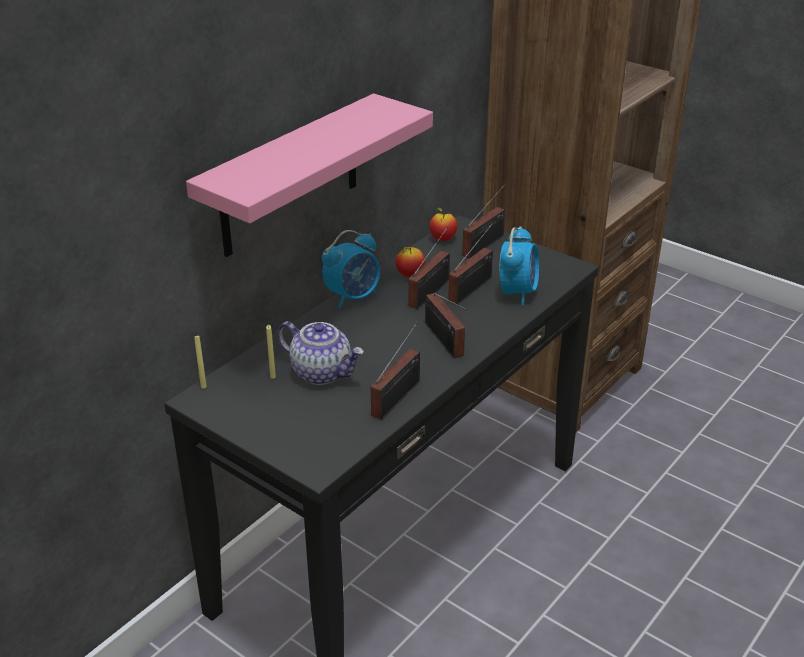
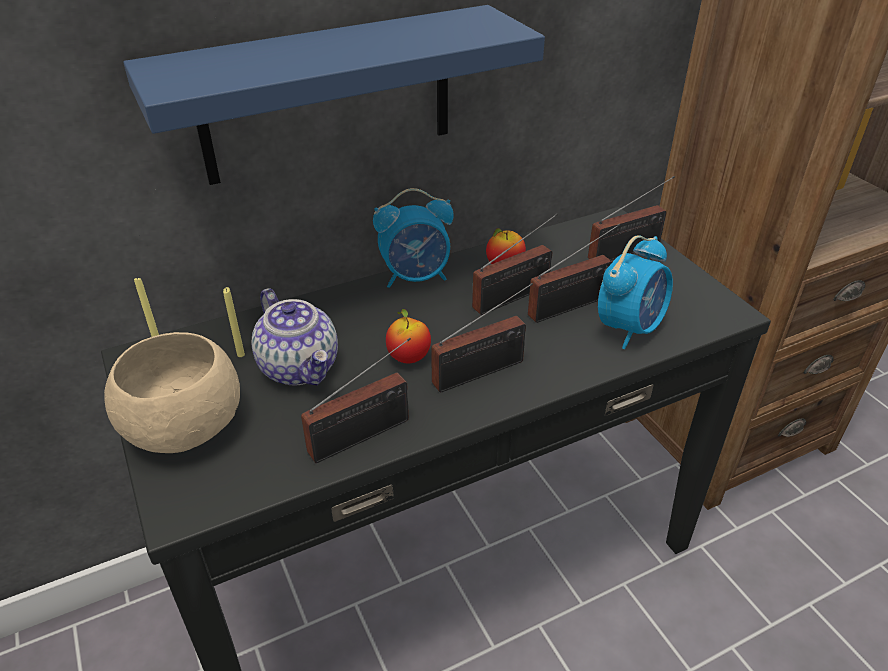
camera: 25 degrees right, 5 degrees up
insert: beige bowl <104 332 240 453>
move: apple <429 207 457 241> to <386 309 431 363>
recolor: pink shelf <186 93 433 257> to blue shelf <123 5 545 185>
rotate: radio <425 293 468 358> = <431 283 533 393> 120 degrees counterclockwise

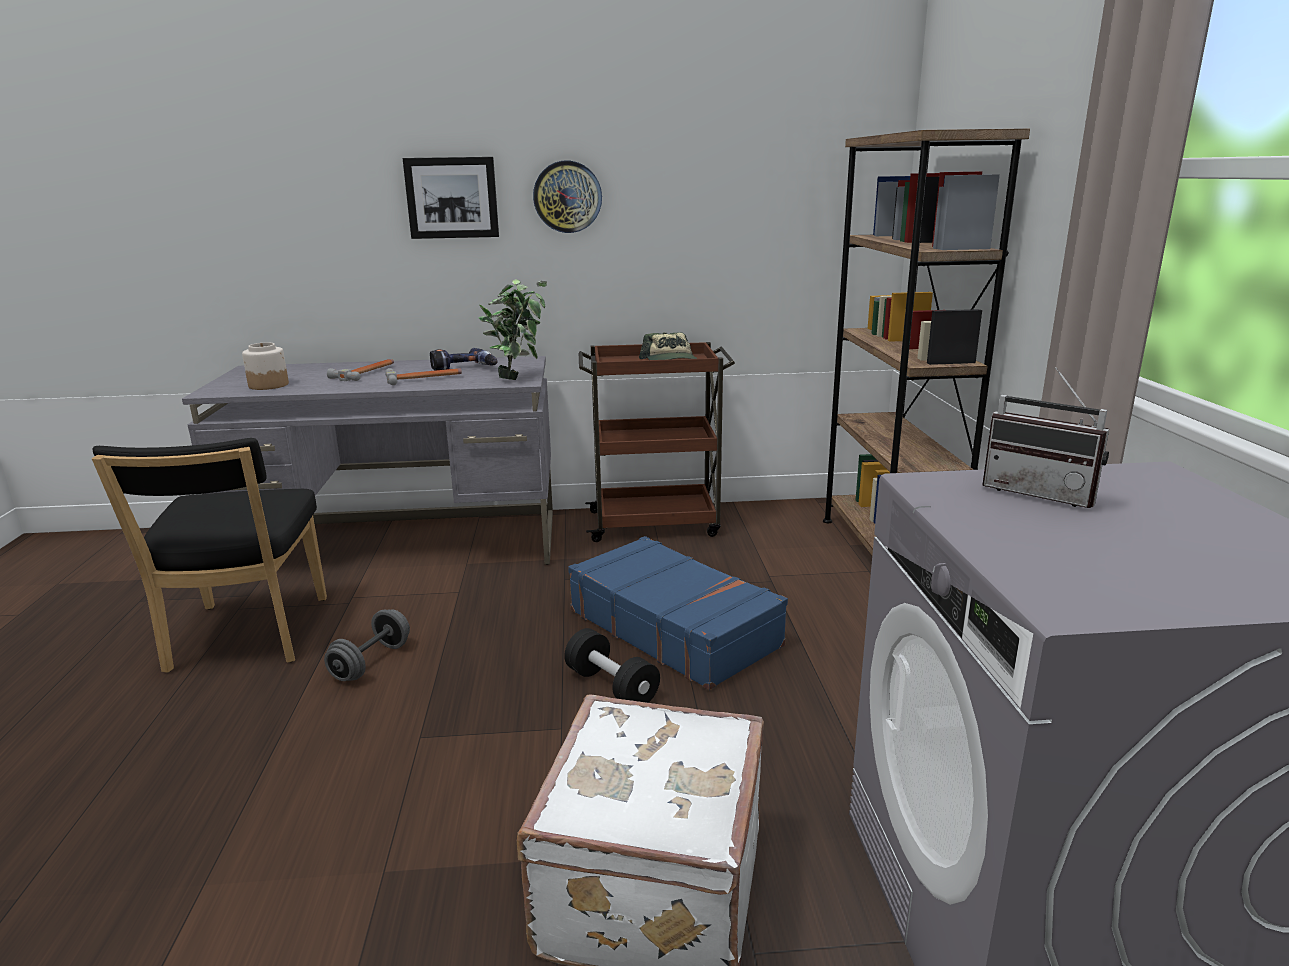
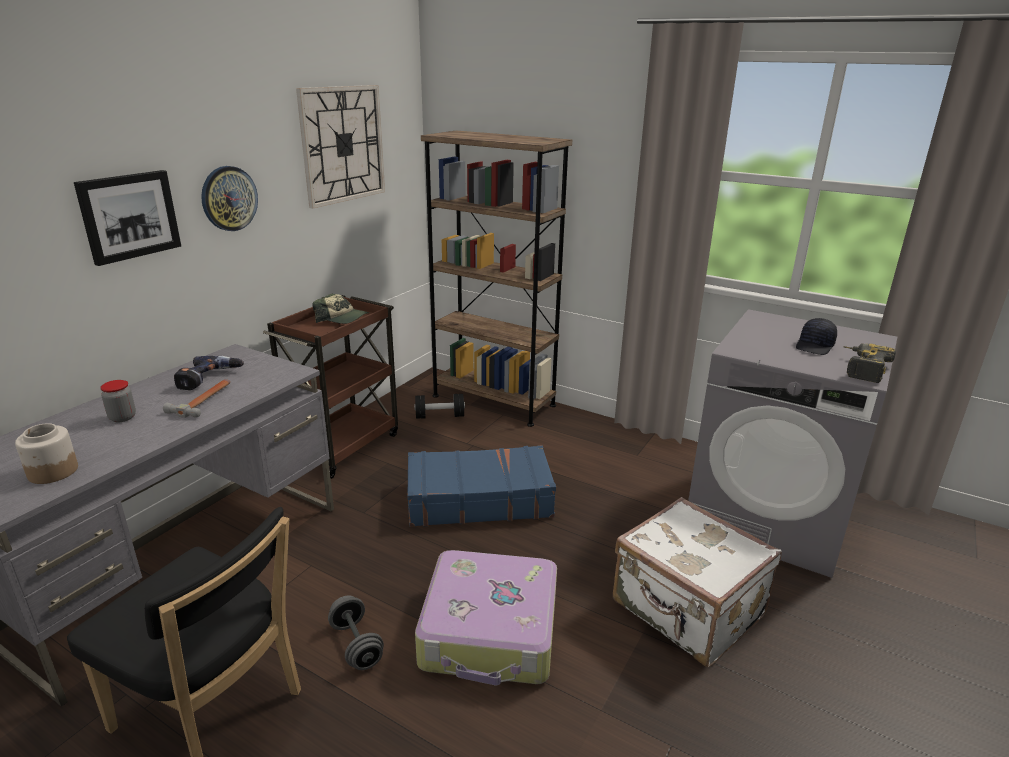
camera: 55 degrees left, 5 degrees up
delete: potted plant <479 280 547 380>; radio <982 367 1109 508>
insert: wall clock <296 85 385 209>; black cap <796 318 837 355>; power drill <843 343 896 383>; suitcase <415 550 557 685>
move: black dumbbell <564 628 660 703> to <414 394 465 419>
replace: hammer <327 359 394 381> to jar <100 380 136 422>

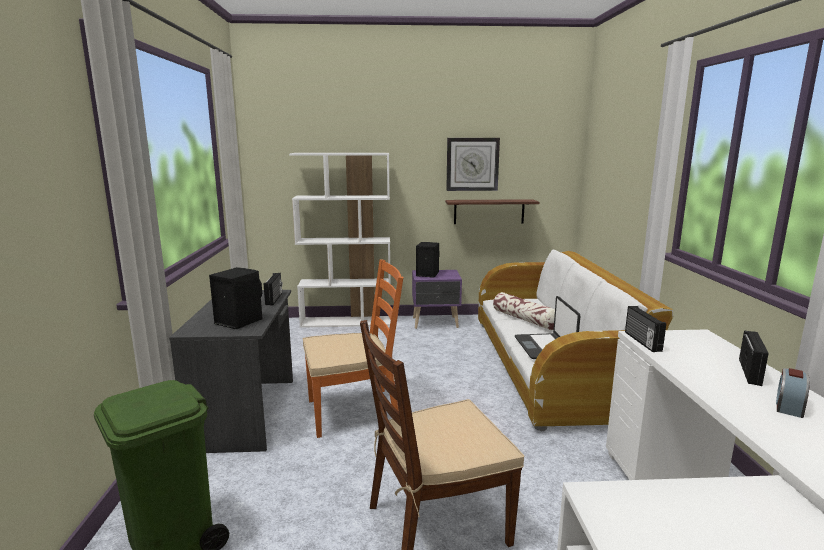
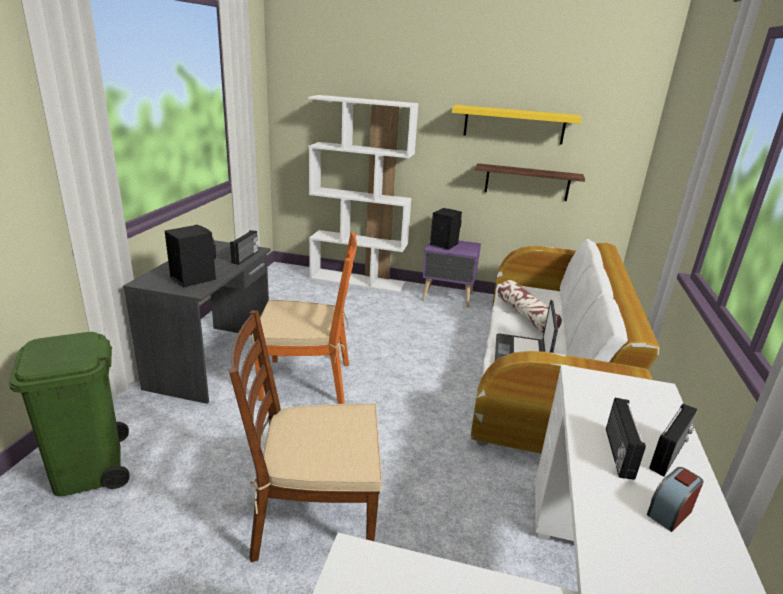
camera: 15 degrees right, 10 degrees up
move: radio <625 306 666 352> to <606 398 646 480>
replace: wall clock <446 138 500 191> to yellow shelf <452 105 582 145>

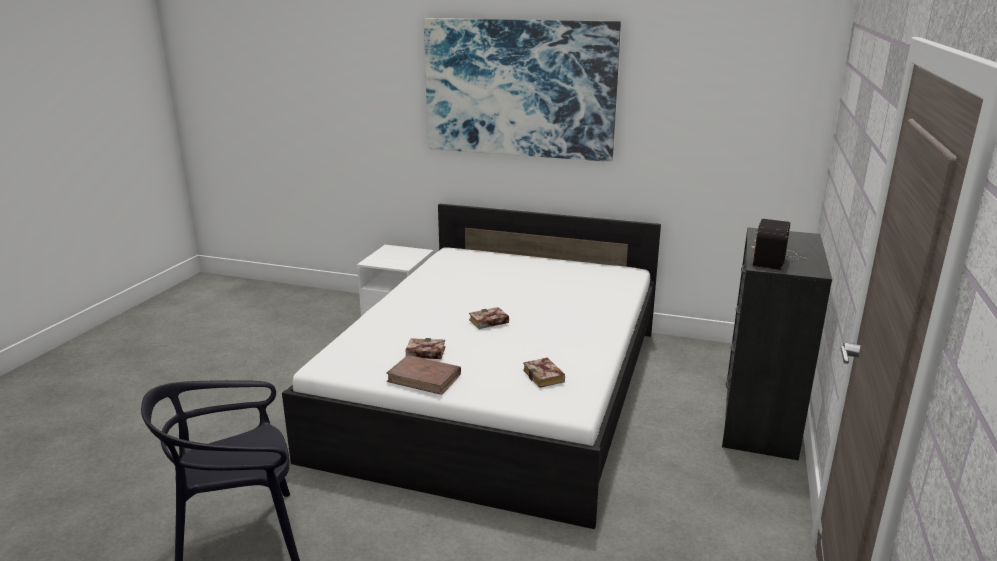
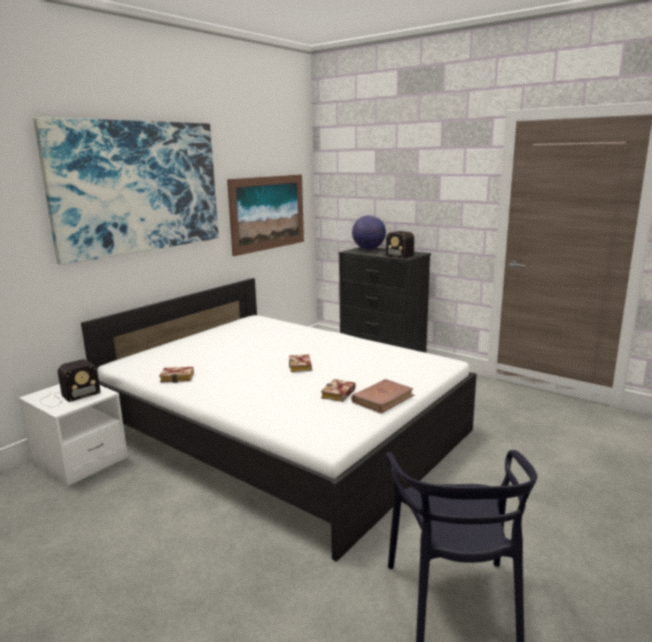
camera: 70 degrees left, 5 degrees down
insert: picture <227 175 304 256>; globe <352 215 386 249>; radio <40 359 101 407>
move: book <523 357 565 388> to <159 367 194 383>

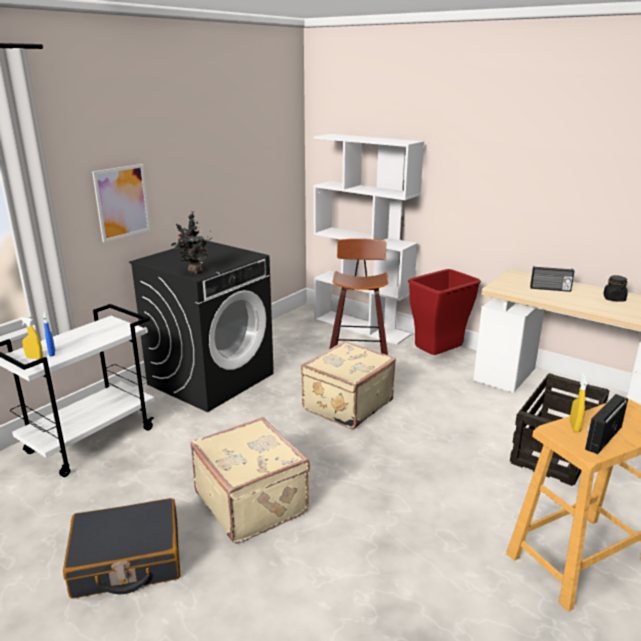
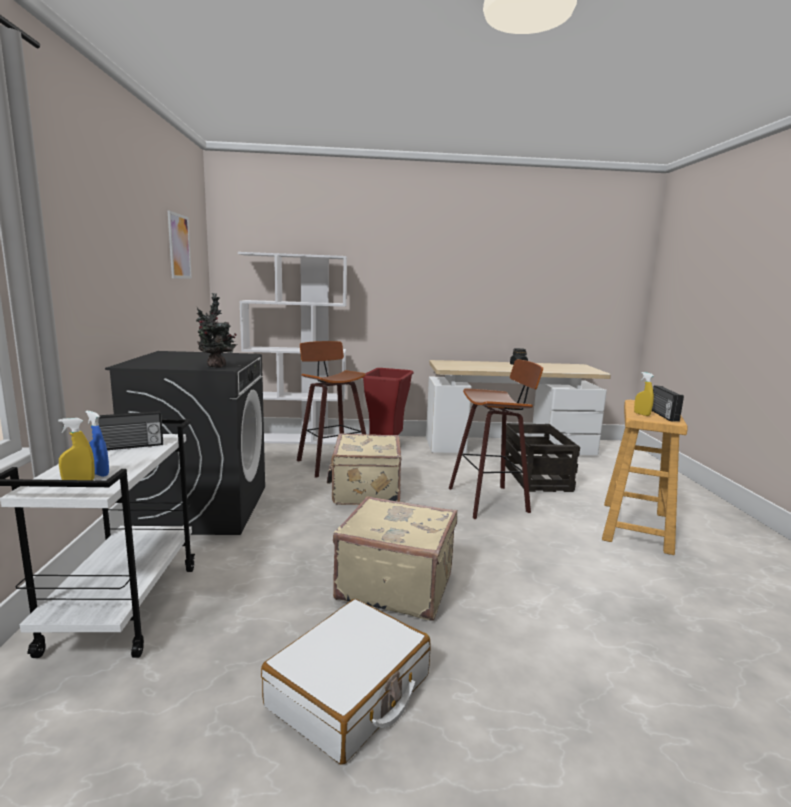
camera: 40 degrees left, 10 degrees down
insert: stool <449 359 543 519>
move: picture <92 164 150 242> to <168 211 192 279>; radio <530 266 575 292> to <98 411 163 450>
recolor: black suitcase <63 498 181 598> to white suitcase <261 599 431 765>

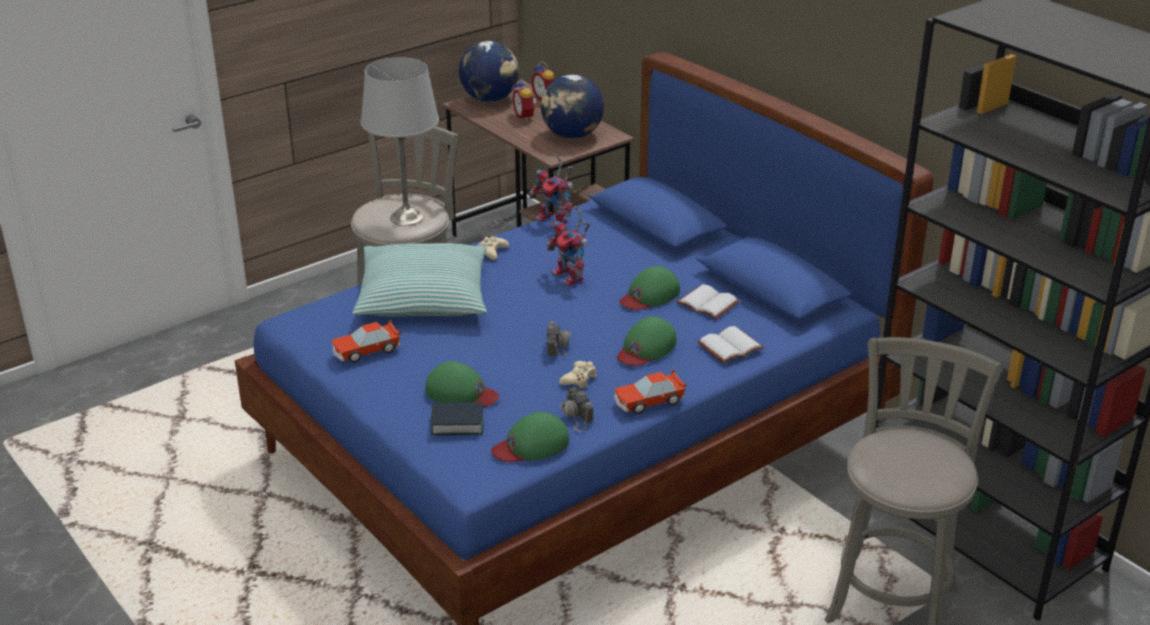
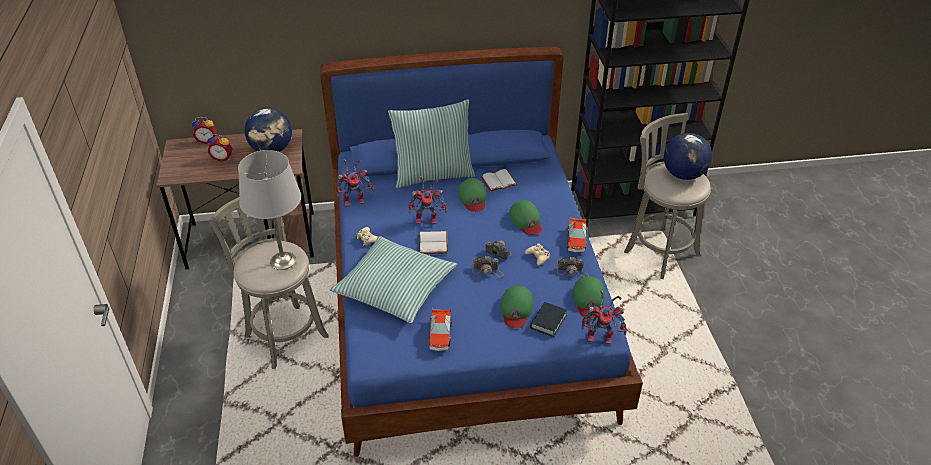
camera: 60 degrees left, 10 degrees up
insert: pillow <388 99 475 188>; photo camera <472 256 504 277>; toy robot <582 290 627 344>
move: globe <459 41 519 102> to <664 133 712 180>; white book <697 326 764 363> to <419 231 448 254>
rotate: green cap <425 361 499 407> = <501 286 533 328> 135 degrees clockwise

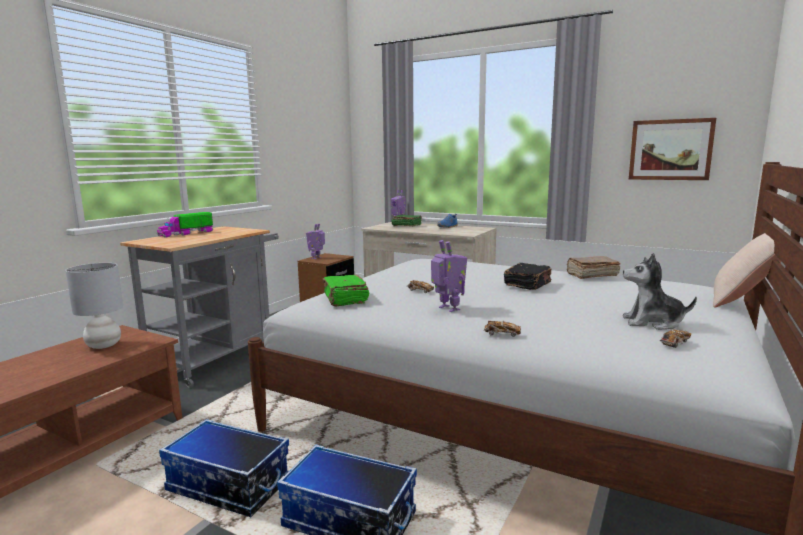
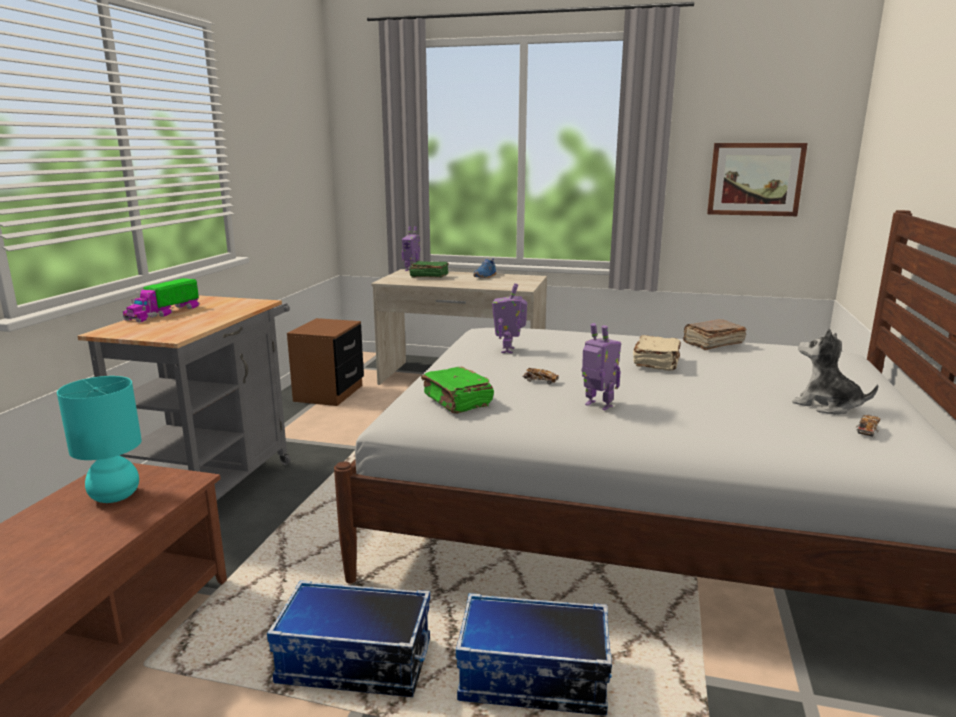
camera: 15 degrees left, 5 degrees up
delete: beige pillow <713 233 782 307>; toy car <484 321 521 337>
move: toy robot <306 223 325 259> to <492 283 527 353>
recolor: grey table lamp <65 263 123 349> to turquoise table lamp <57 376 142 503>; black book <504 263 551 290> to beige book <633 335 681 371>
rotate: plush toy <623 253 697 330> = <792 328 878 414> 45 degrees clockwise

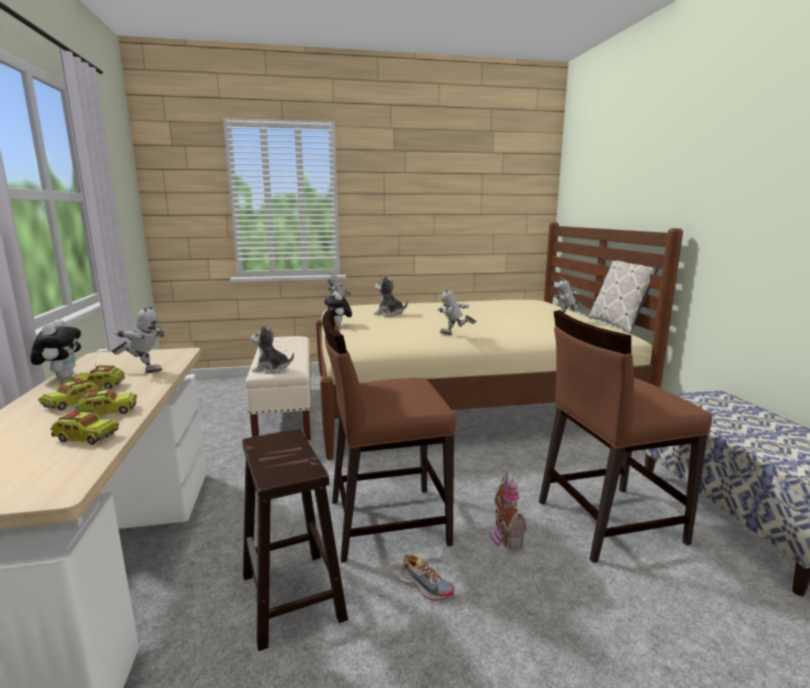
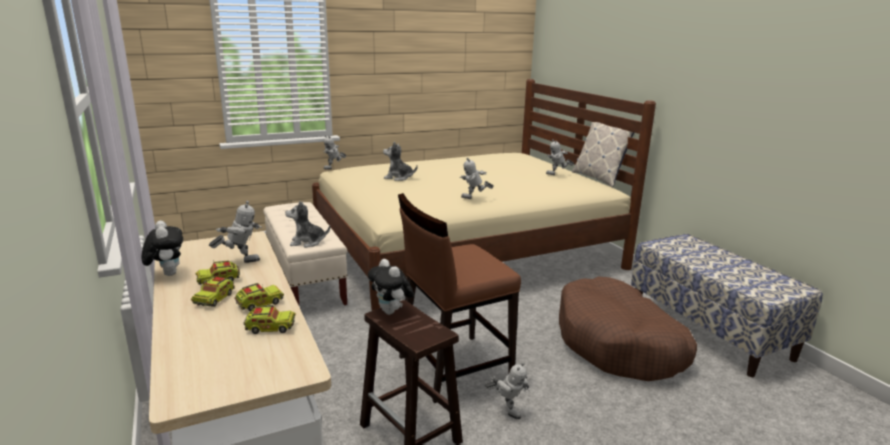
camera: 15 degrees left, 5 degrees up
delete: toy house <491 472 528 548>
move: plush toy <324 291 352 328> to <368 259 414 315>
replace: brown chair <539 310 712 563> to brown dog bed <559 277 697 381>; shoe <397 555 455 600> to toy robot <485 362 530 419>

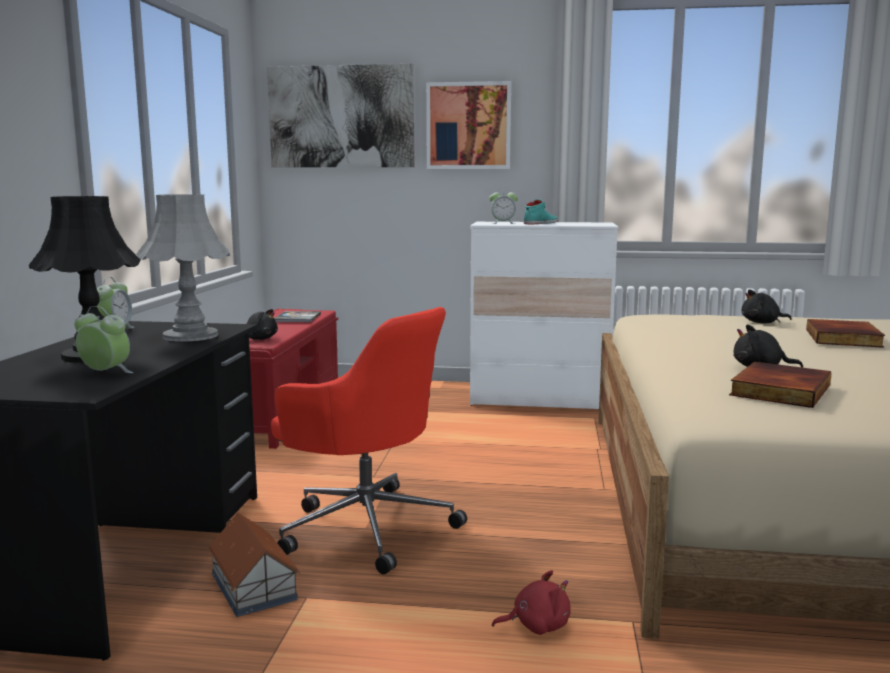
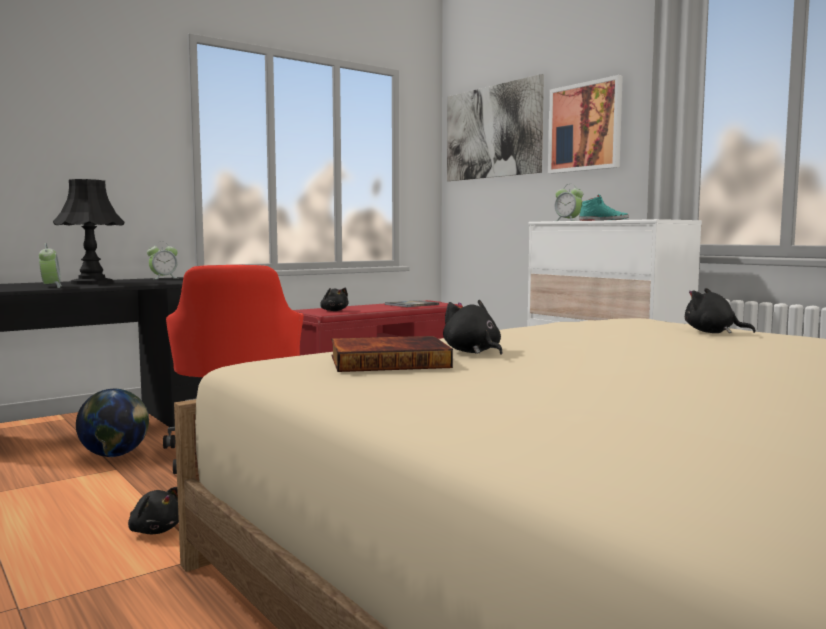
camera: 45 degrees right, 5 degrees down
delete: grey table lamp <136 194 230 342>; book <806 319 885 348>
replace: toy house <208 513 300 617> to globe <76 389 149 457>
recolor: red plush toy <492 570 571 635> to black plush toy <128 487 179 534>

